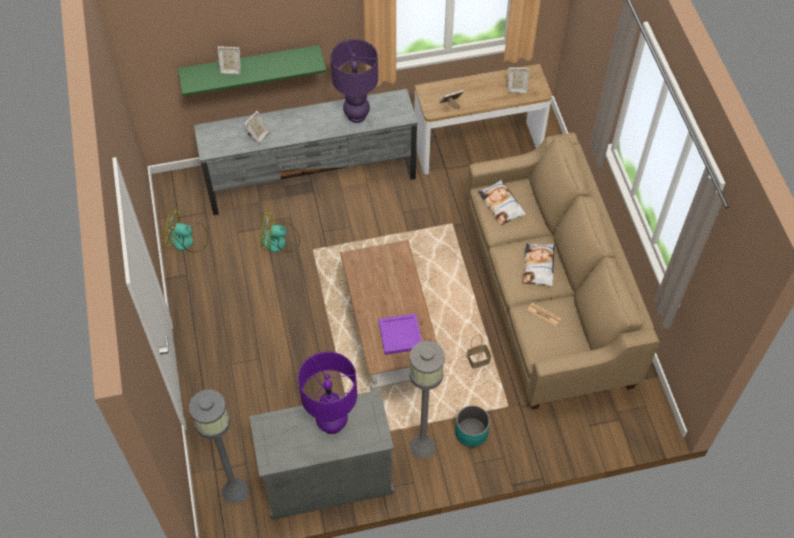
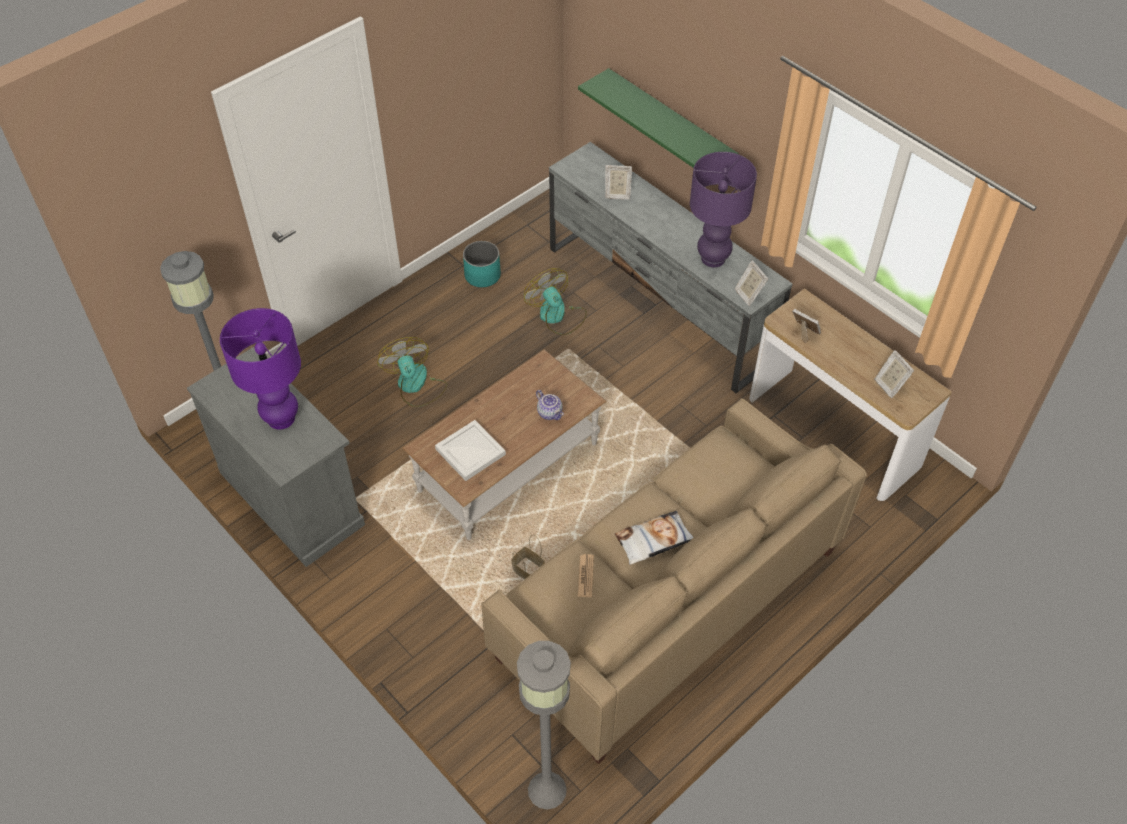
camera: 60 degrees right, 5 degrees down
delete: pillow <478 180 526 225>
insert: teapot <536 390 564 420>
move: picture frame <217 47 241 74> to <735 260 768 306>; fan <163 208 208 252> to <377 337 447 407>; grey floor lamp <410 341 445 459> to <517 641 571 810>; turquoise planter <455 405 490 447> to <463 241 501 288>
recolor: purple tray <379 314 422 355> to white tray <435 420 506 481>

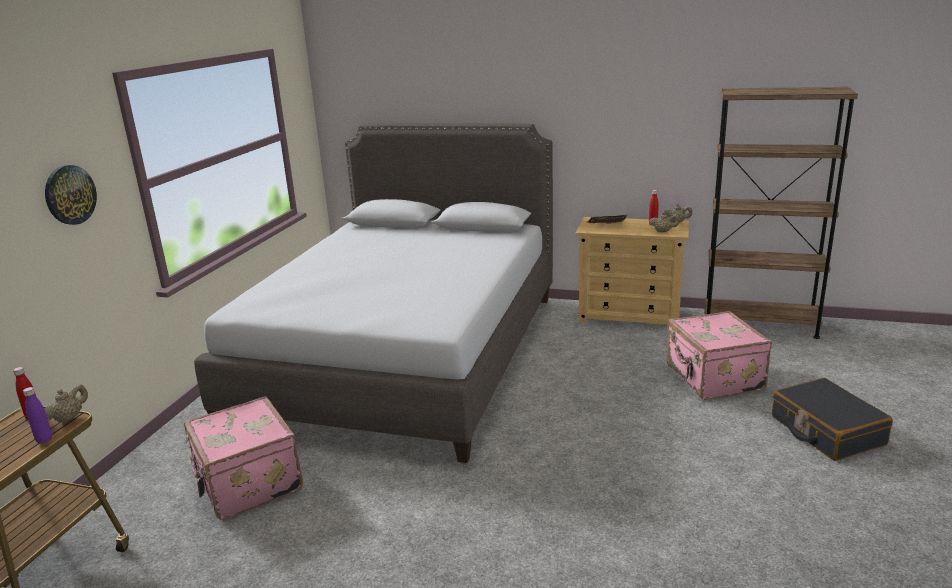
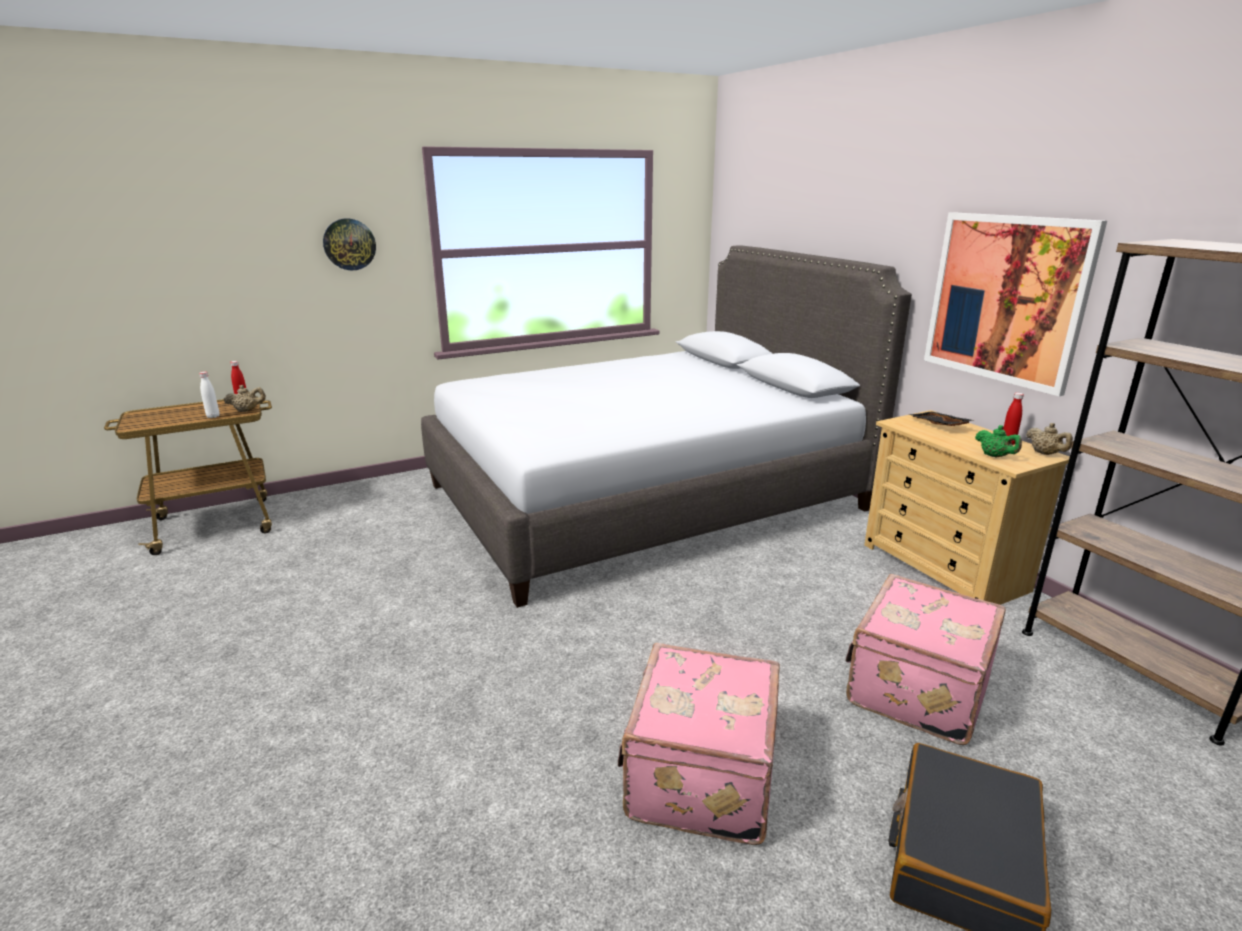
camera: 45 degrees right, 0 degrees up
insert: picture <924 212 1107 396>
move: pink suitcase <184 396 303 520> to <618 643 780 845>
recolor: beige teapot <649 212 679 232> to green teapot <975 425 1022 458>; purple bottle <23 387 52 443> to white bottle <199 372 220 418>

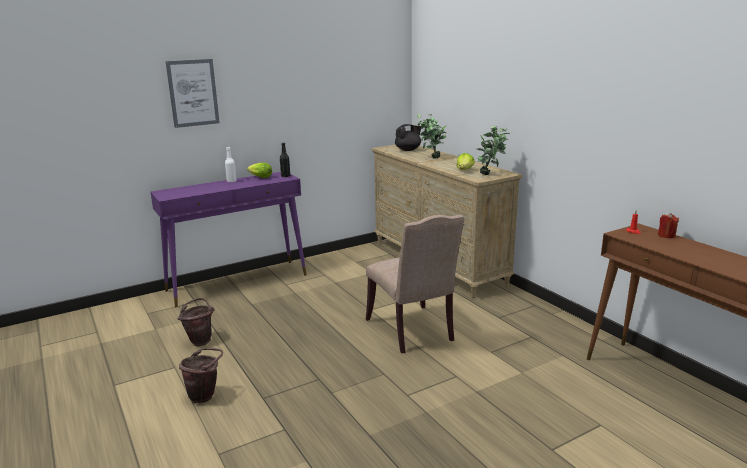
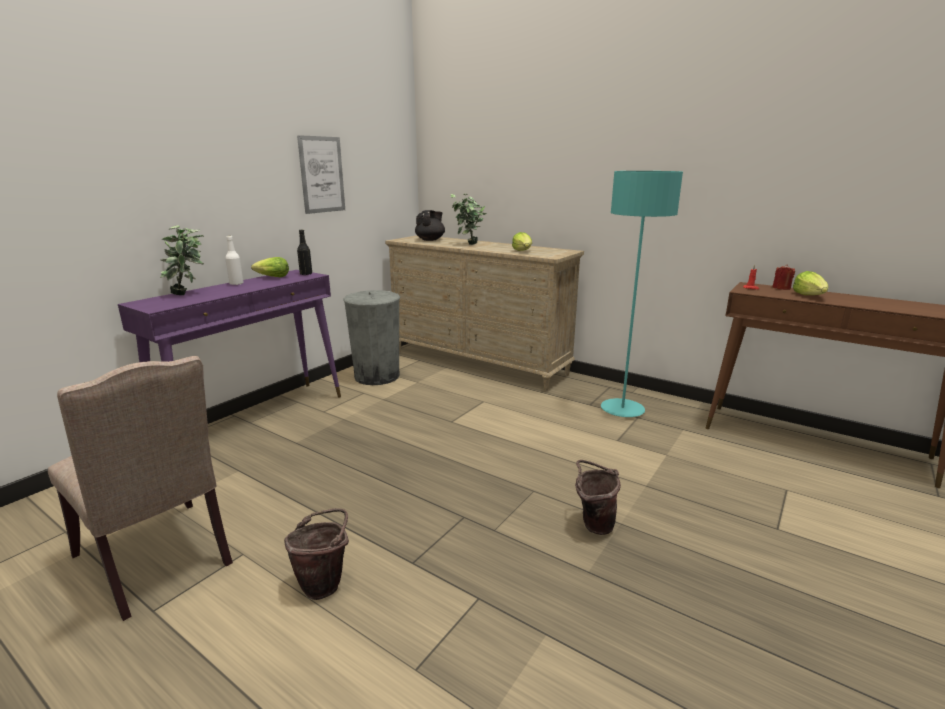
camera: 25 degrees left, 0 degrees up
insert: turquoise floor lamp <601 171 683 417>; lettuce <793 271 828 295>; grey trash can <343 290 400 385>
move: picture <166 59 220 128> to <297 135 345 214>; potted plant <477 126 510 175> to <160 225 204 295>; beige chair <366 215 464 353> to <48 356 233 621>; brown bucket <177 298 215 346> to <575 460 621 535>

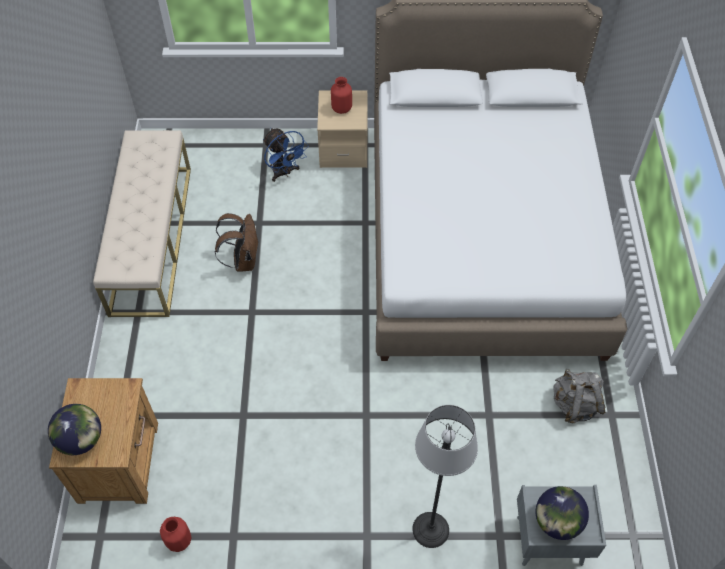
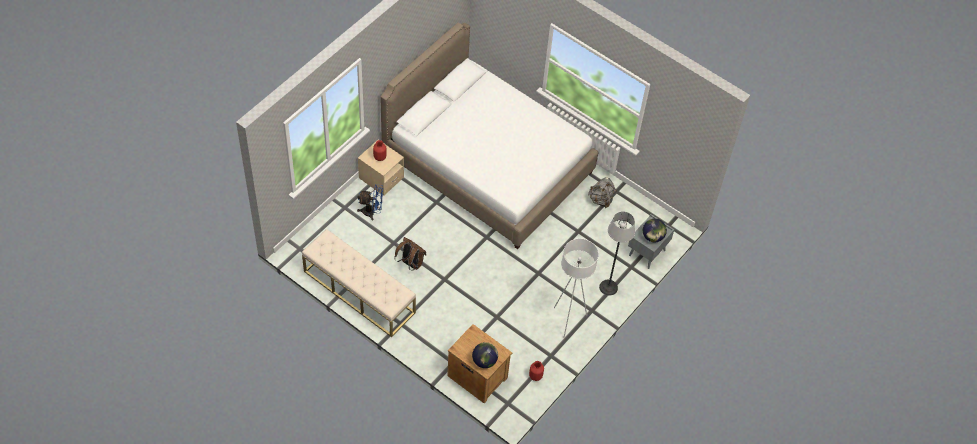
camera: 55 degrees left, 0 degrees up
insert: white floor lamp <554 239 599 338>

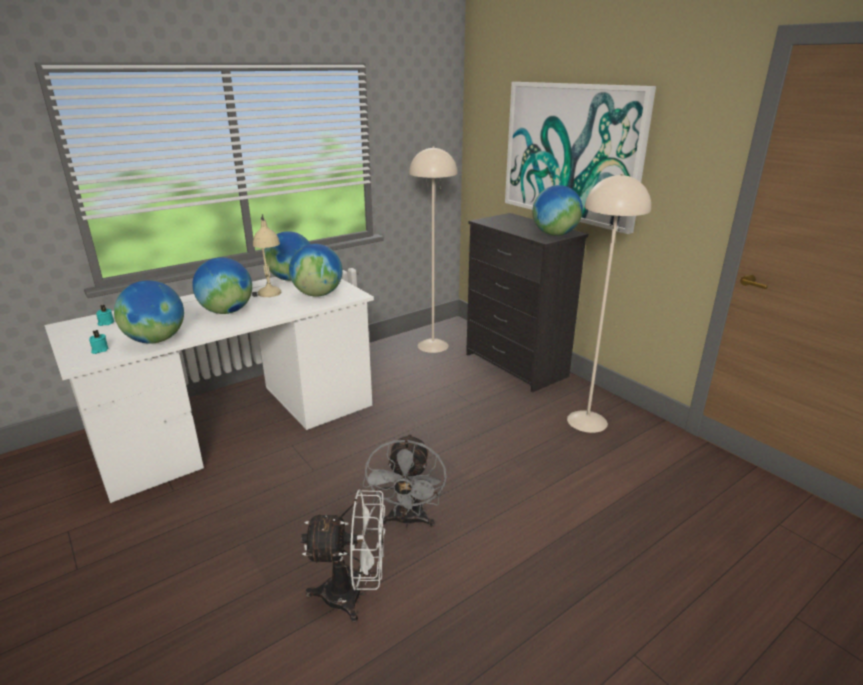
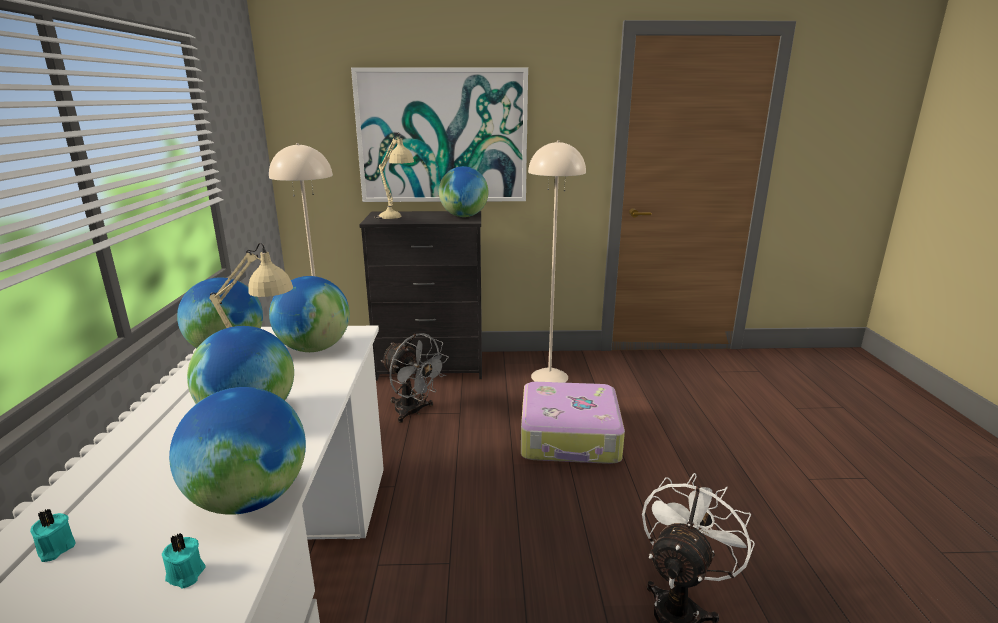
camera: 55 degrees left, 5 degrees down
insert: beige table lamp <374 132 414 219>; suitcase <521 382 625 464>
move: grey fan <363 434 447 529> to <381 333 449 423>

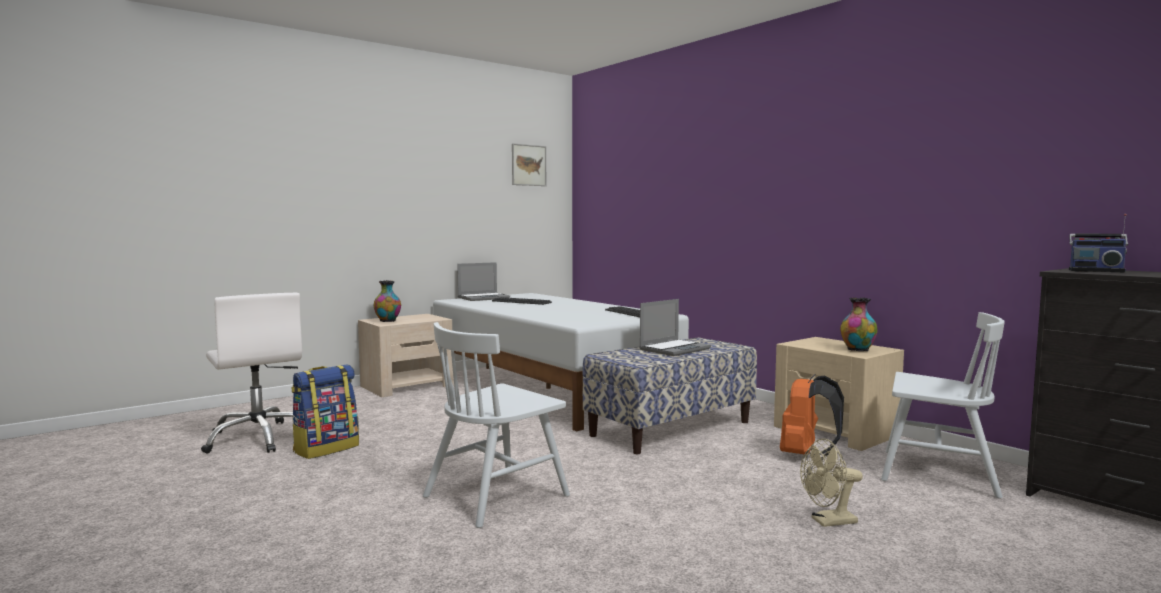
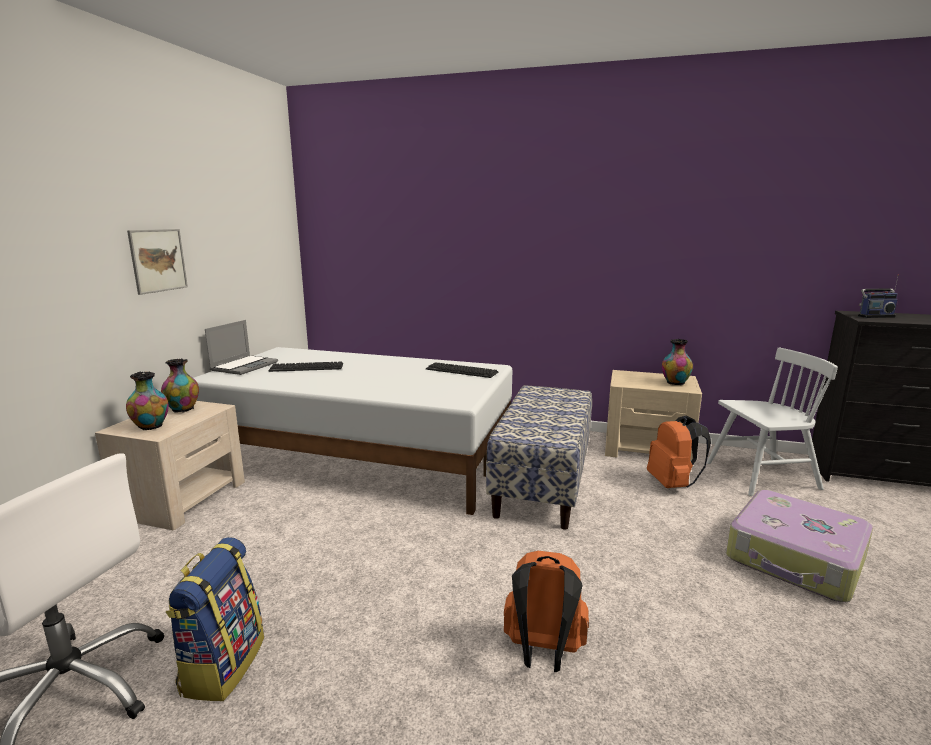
camera: 35 degrees left, 10 degrees up
delete: laptop <639 299 711 356>
insert: vase <161 359 199 413>
move: picture <512 144 546 186> to <127 229 188 295>
replace: white chair <423 322 570 528> to orange backpack <504 551 589 672>; beige fan <800 439 863 527> to suitcase <726 490 873 602>

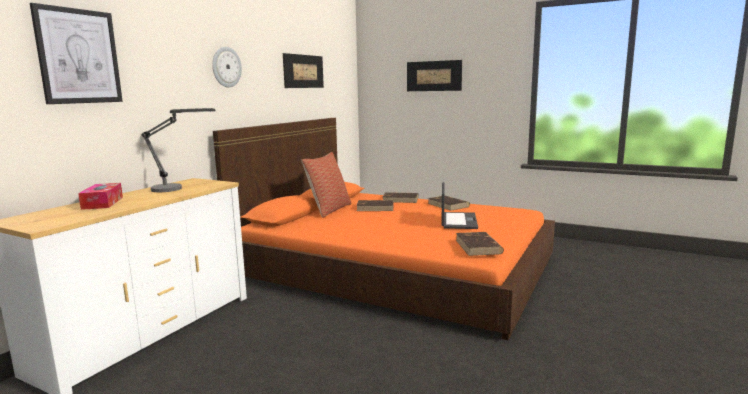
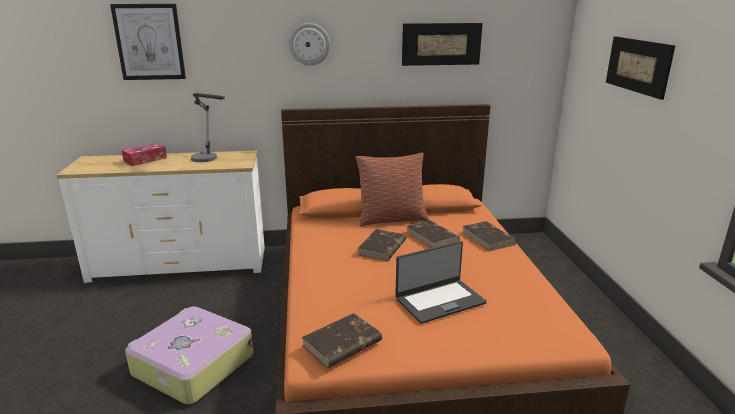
camera: 55 degrees right, 10 degrees up
insert: suitcase <125 306 253 404>
move: brown book <428 195 470 211> to <358 229 406 261>

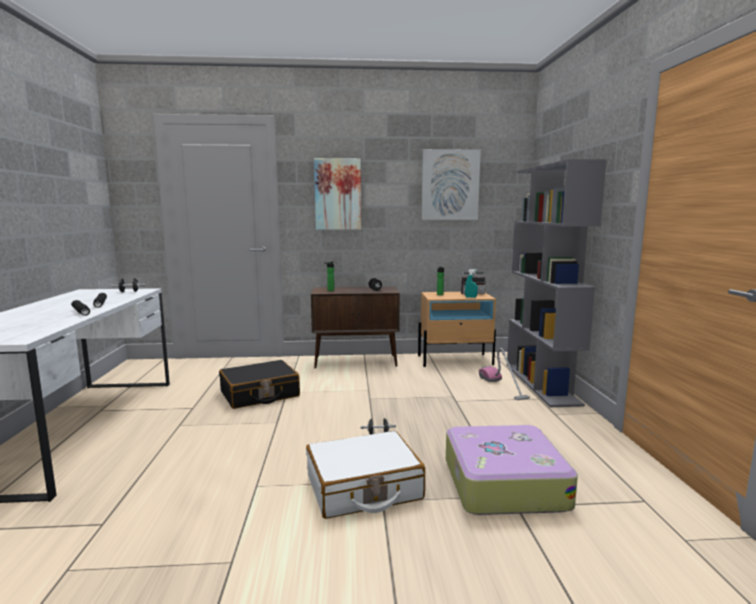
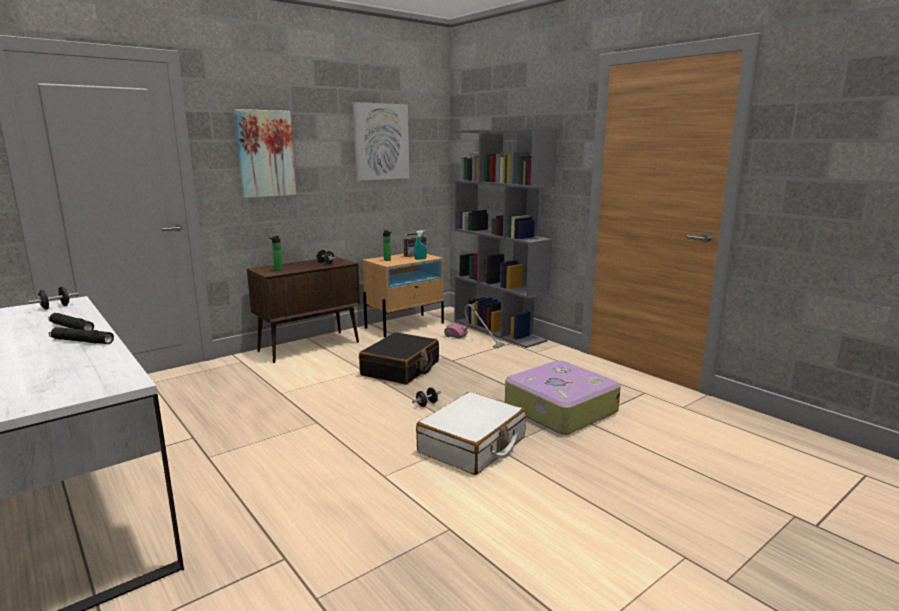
camera: 35 degrees left, 5 degrees up
move: black suitcase <219 360 300 409> to <359 332 439 385>

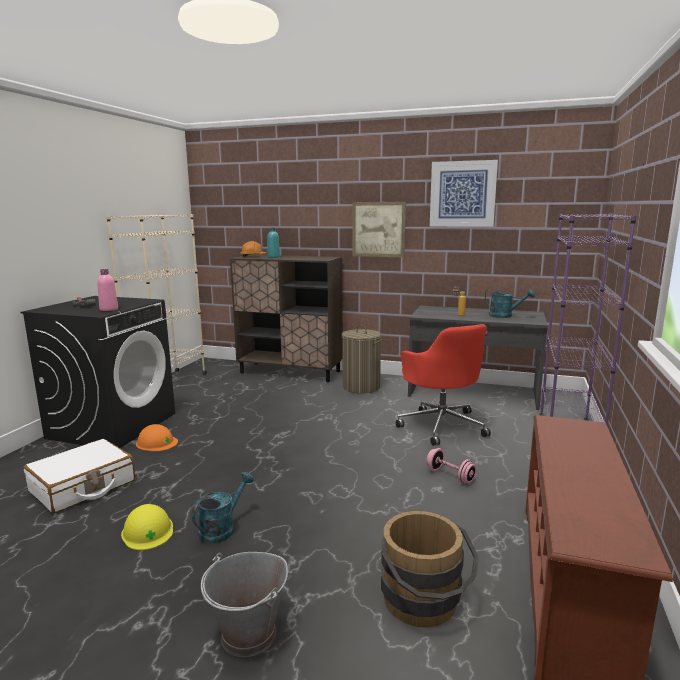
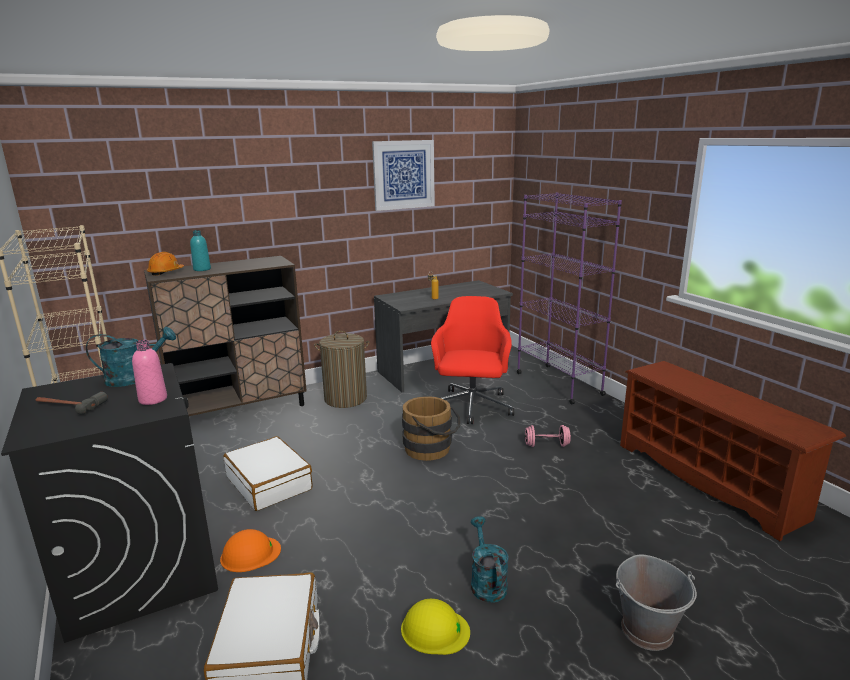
camera: 45 degrees left, 5 degrees up
delete: picture <352 202 406 258>
insert: white suitcase <224 436 312 511>
move: turquoise watering can <485 287 535 318> to <86 327 176 387>; brown bucket <381 511 479 628> to <402 396 460 461>
rotate: red office chair <396 324 491 446> = <431 296 514 424> 105 degrees counterclockwise

